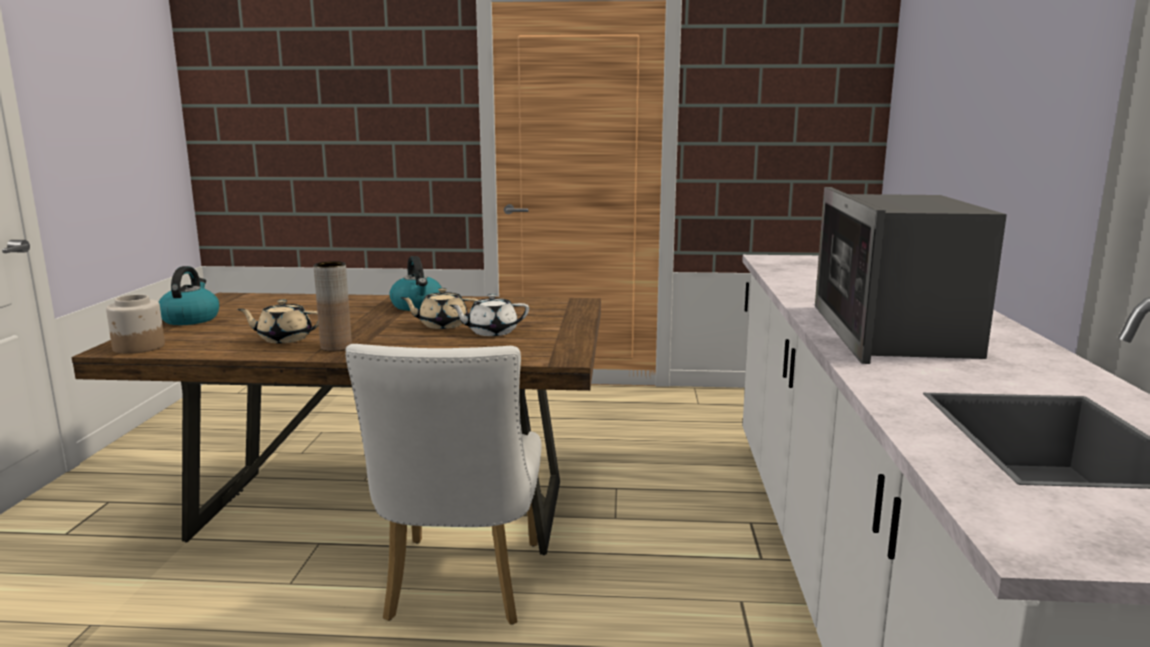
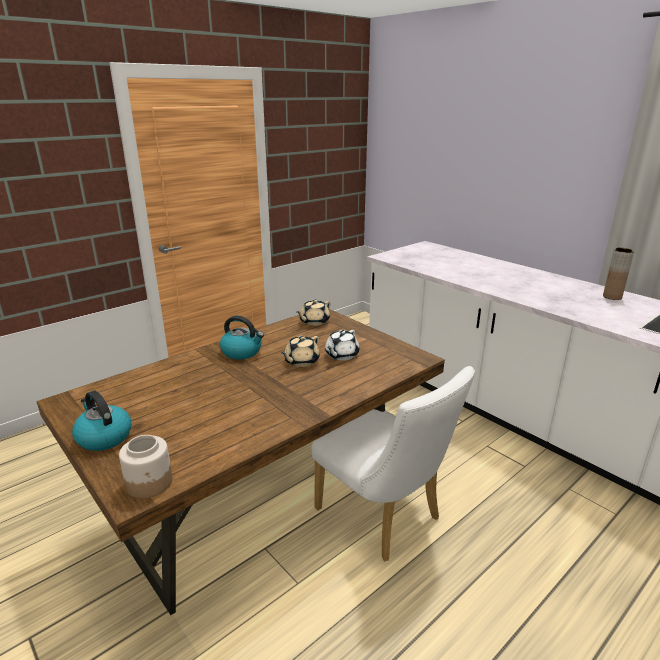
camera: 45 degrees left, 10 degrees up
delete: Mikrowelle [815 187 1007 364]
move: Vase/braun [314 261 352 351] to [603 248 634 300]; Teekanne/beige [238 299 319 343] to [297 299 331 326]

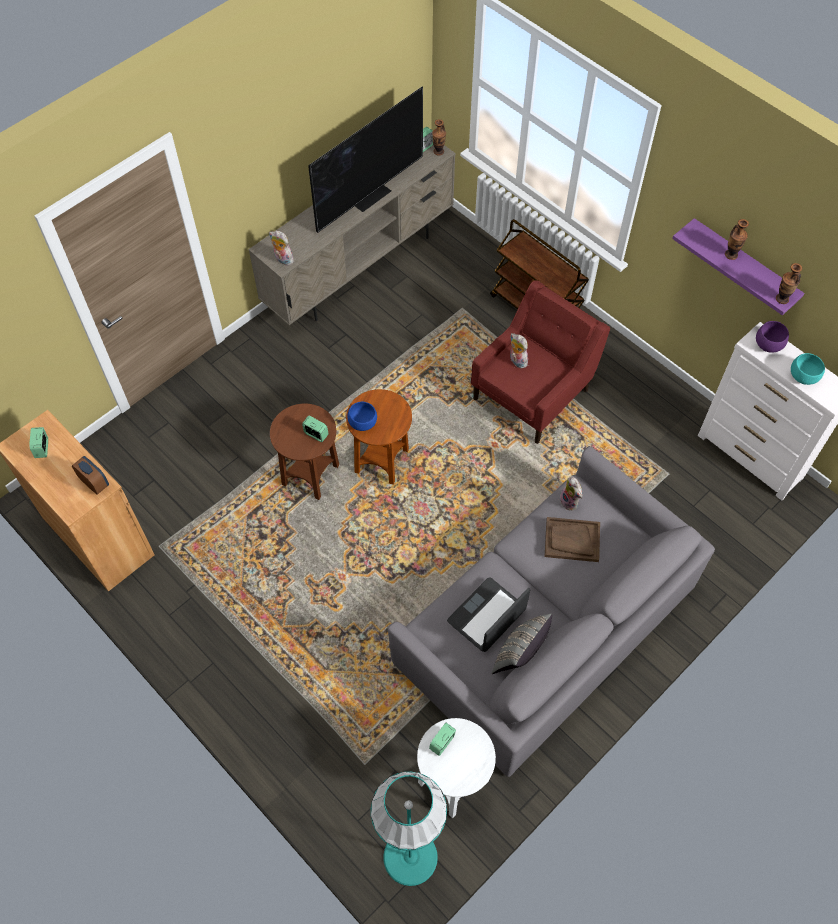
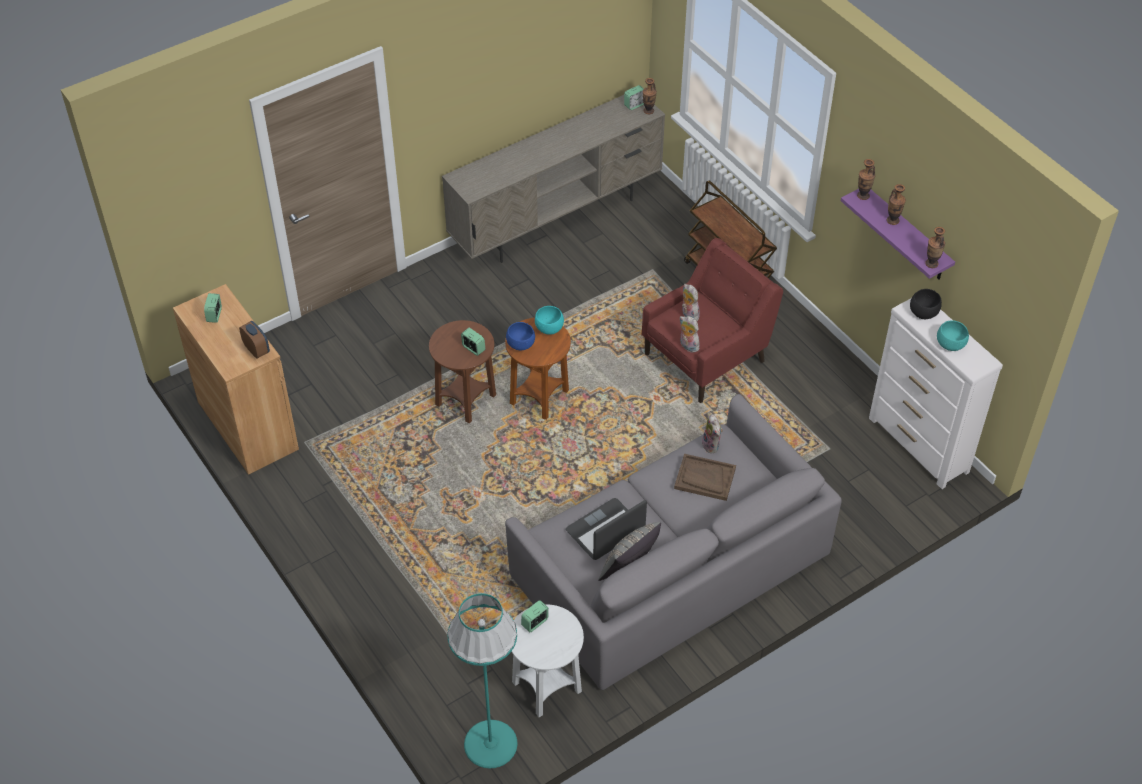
camera: 10 degrees right, 10 degrees down
delete: Fernseher [308 87 423 233]
insert: Vase [857 159 875 200]; Schüssel/türkis [535 306 564 335]
move: Plüschtier [269 231 294 265] to [679 316 700 353]
recolor: Schüssel/lila [756 321 789 353] to Schüssel/schwarz [910 289 942 319]

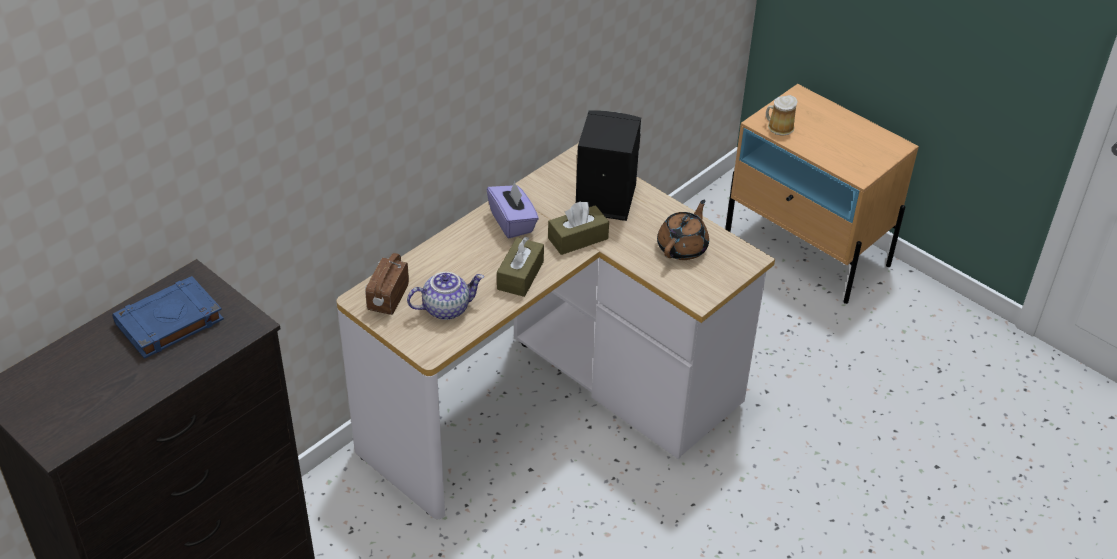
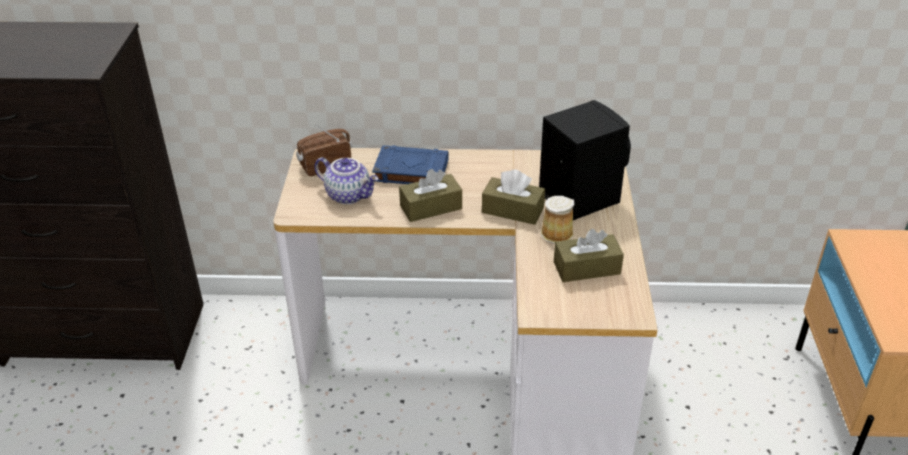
camera: 50 degrees right, 5 degrees down
delete: Taschentuchbox/lila [487 181 539 238]
move: Henkelbecher [766 95 798 136] to [541 196 574 244]; Buch/blau [112 276 224 359] to [372 145 449 184]
replace: Teekanne/braun [657 200 709 260] to Taschentuchbox/braun [554 229 624 282]

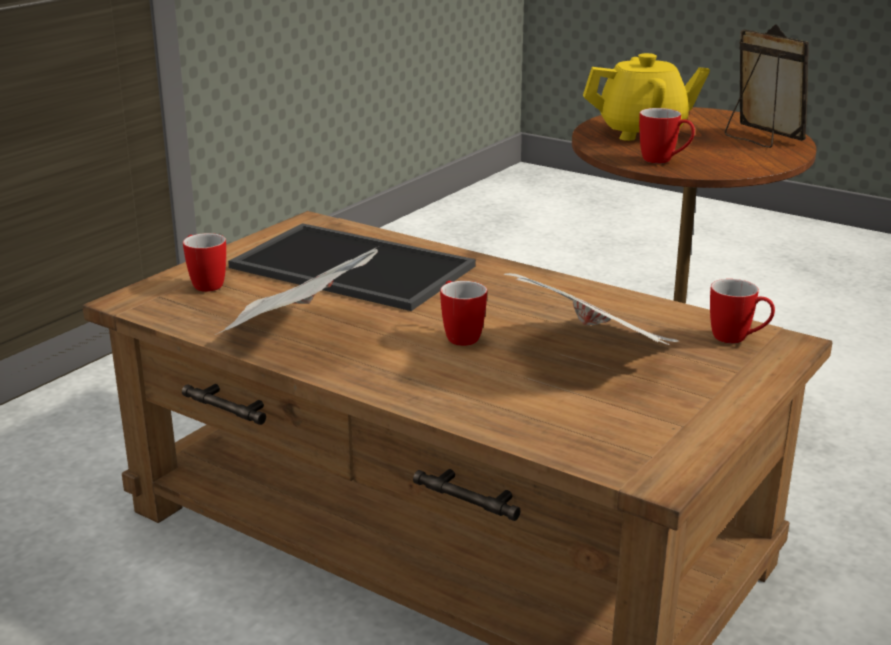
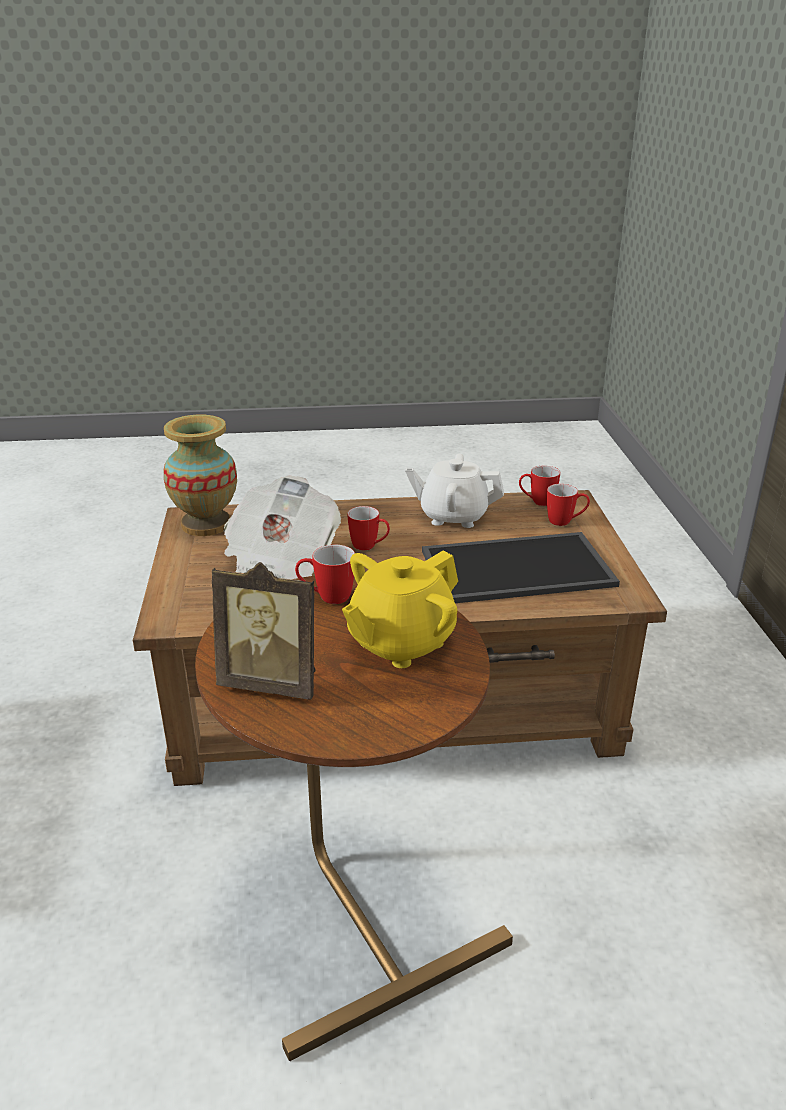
camera: 140 degrees right, 5 degrees up
insert: Vase [164 415 237 536]
move: Henkelbecher [710 279 775 343] to [519 466 560 506]
replace: Zeitung [215 247 378 335] to Teekanne/weiß [405 454 504 528]

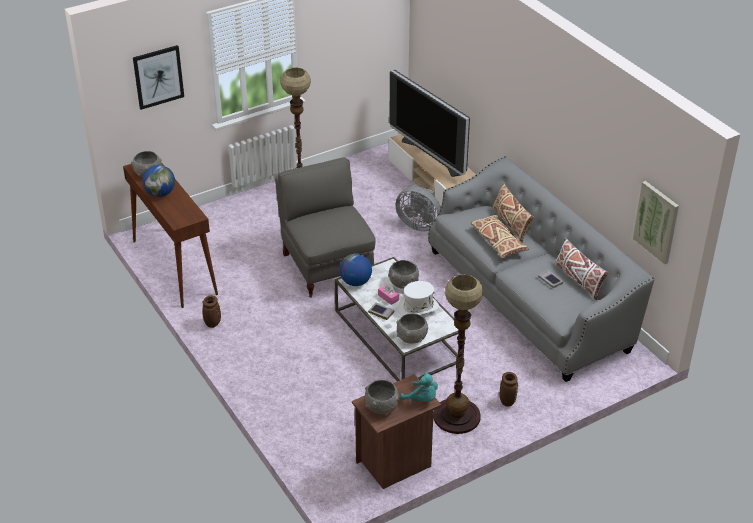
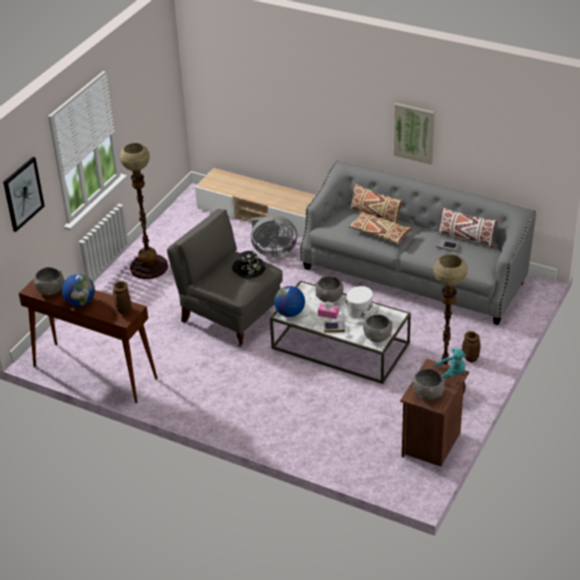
camera: 30 degrees left, 0 degrees up
delete: Fernseher [389 70 470 177]
insert: Hut/schwarz [232 251 266 279]
move: Bild [633 181 679 264] to [394 103 435 165]; Vase/braun [202 295 221 328] to [113 281 131 314]

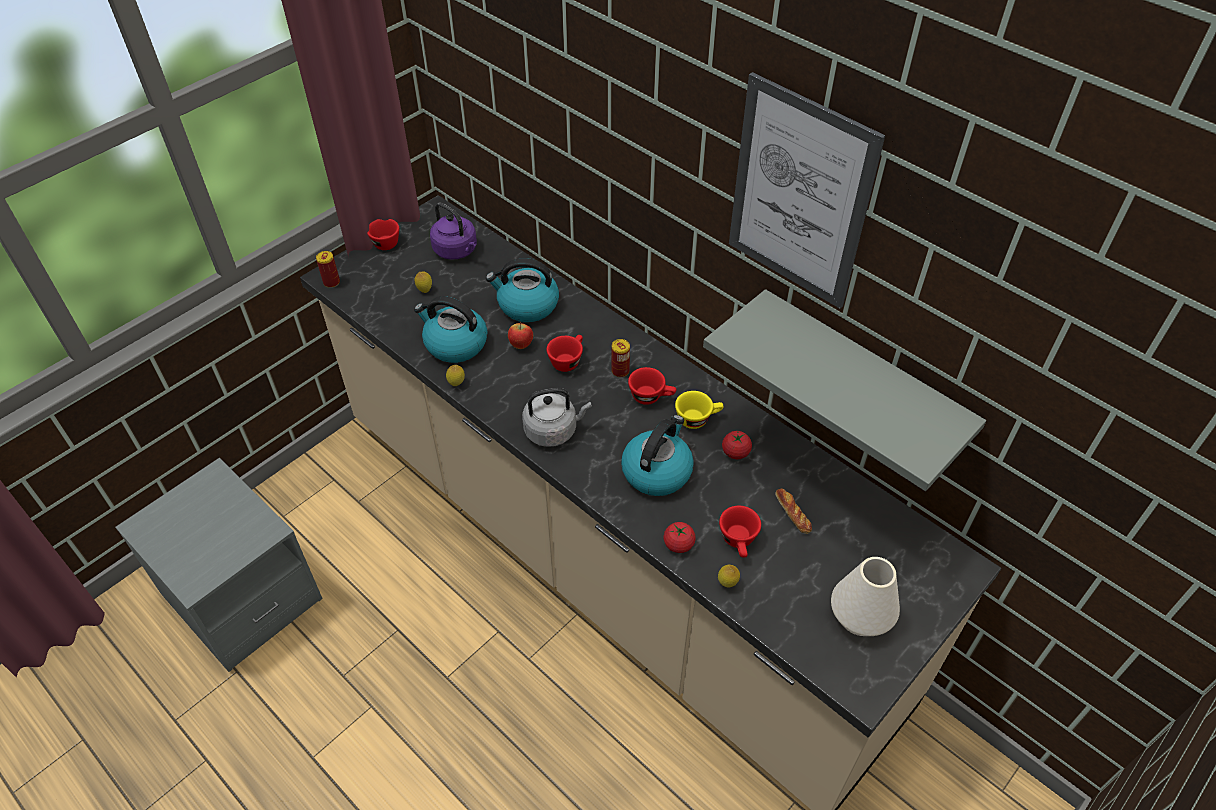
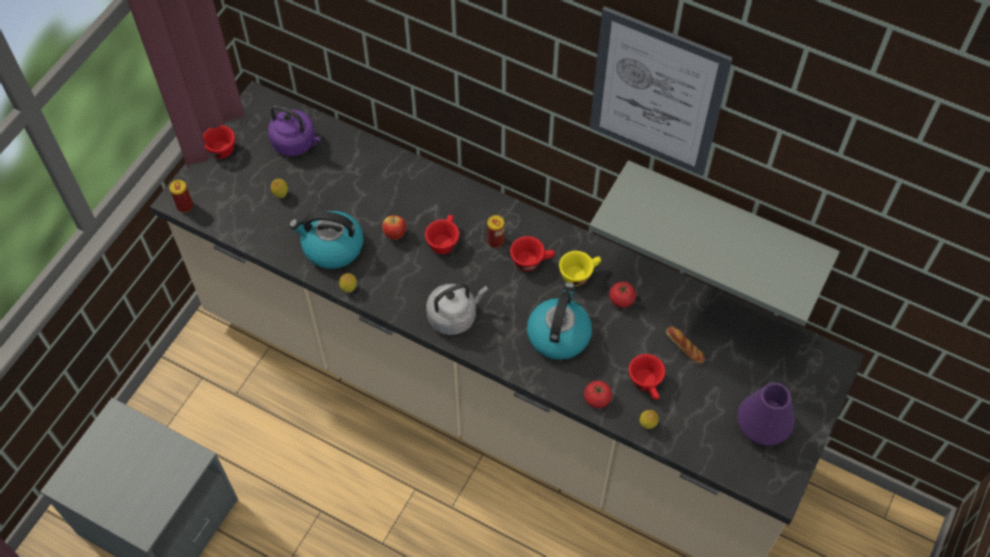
camera: 15 degrees left, 10 degrees up
delete: Wasserkessel [486 258 559 322]
recolor: Vase/weiß [831 557 900 636] to Vase/lila [737 383 795 445]

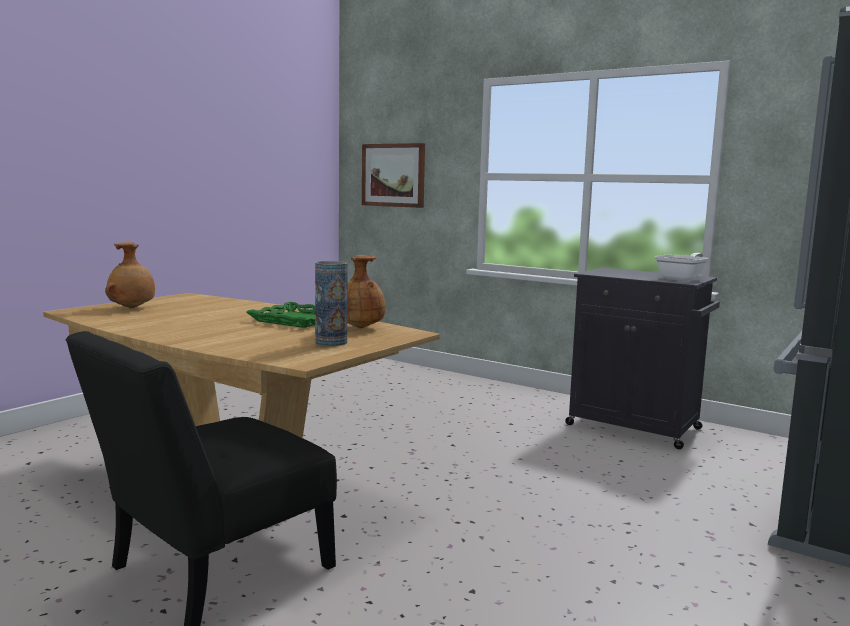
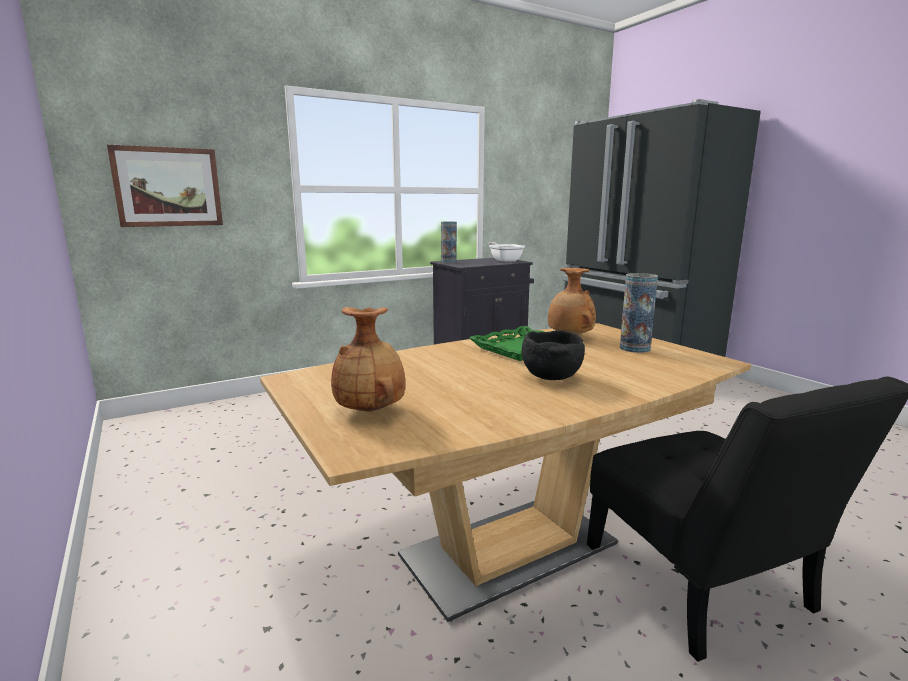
camera: 65 degrees left, 5 degrees up
insert: Vase [441 222 457 263]; Schüssel/schwarz [522 330 585 380]

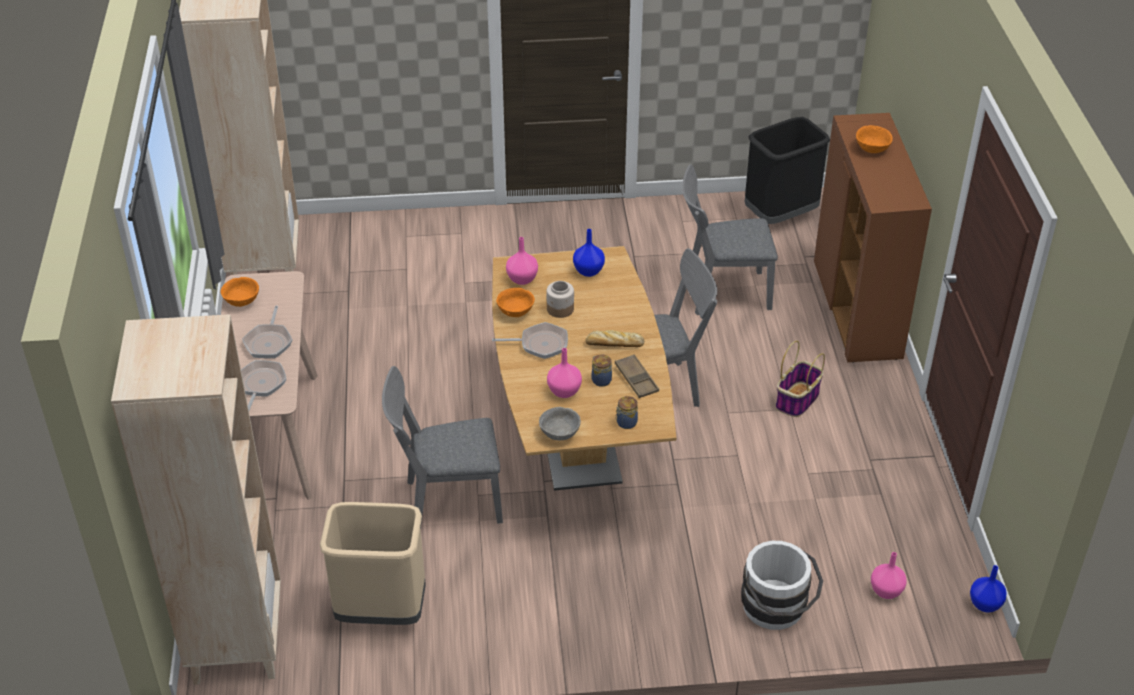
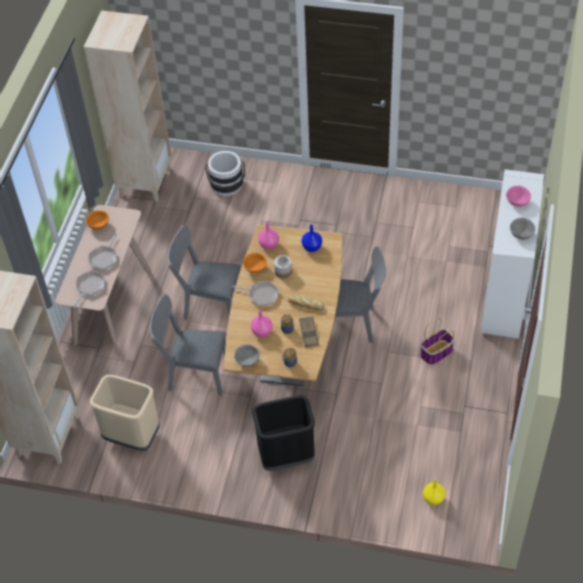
camera: 20 degrees right, 10 degrees up
delete: Vase/blau [970 565 1007 613]
insert: Schüssel/grau [510 218 536 240]
move: Mülleimer/schwarz [745 117 830 224] to [252 395 315 471]; Stuhl/grau [682 164 778 315] to [168 224 241 320]; Eimer/weiß [741 541 823 630] to [205 151 245 196]
recolor: Schrank/braun [814 113 932 363] to Schrank/weiß [481 169 544 339]; Schüssel/orange [856 125 893 153] to Schüssel/rosa [506 186 531 207]; Vase/rosa [871 552 907 599] to Vase/gelb [423 480 445 505]

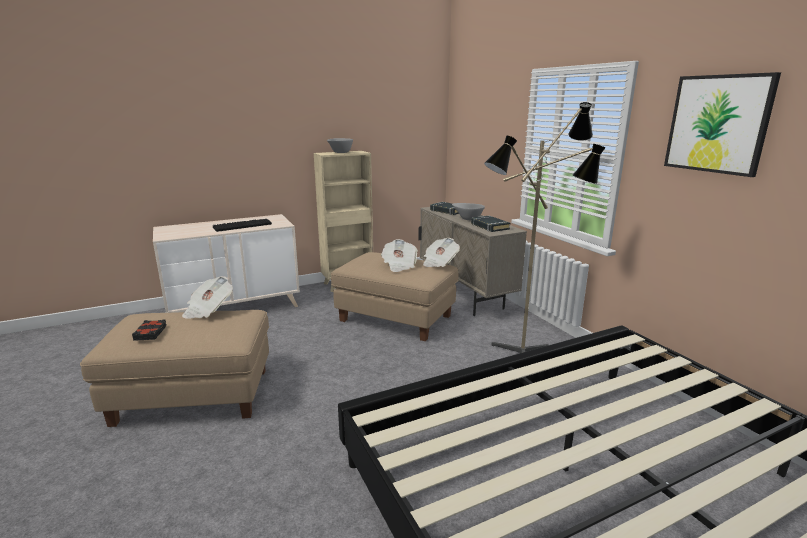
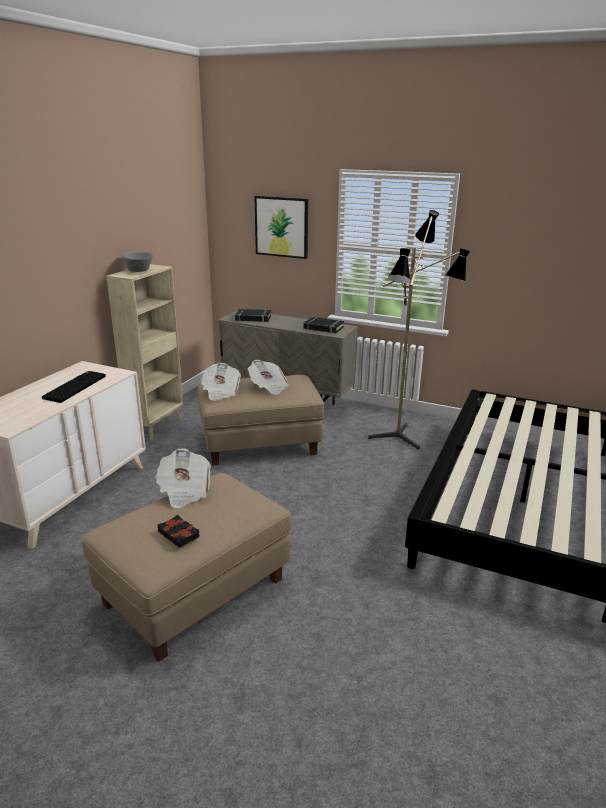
camera: 40 degrees left, 5 degrees up
delete: Schüssel/grau [452 203 485 220]
move: Bild [664 72 781 177] to [254 196 308 259]; Zeitung [423 238 460 267] to [201 363 241 401]

